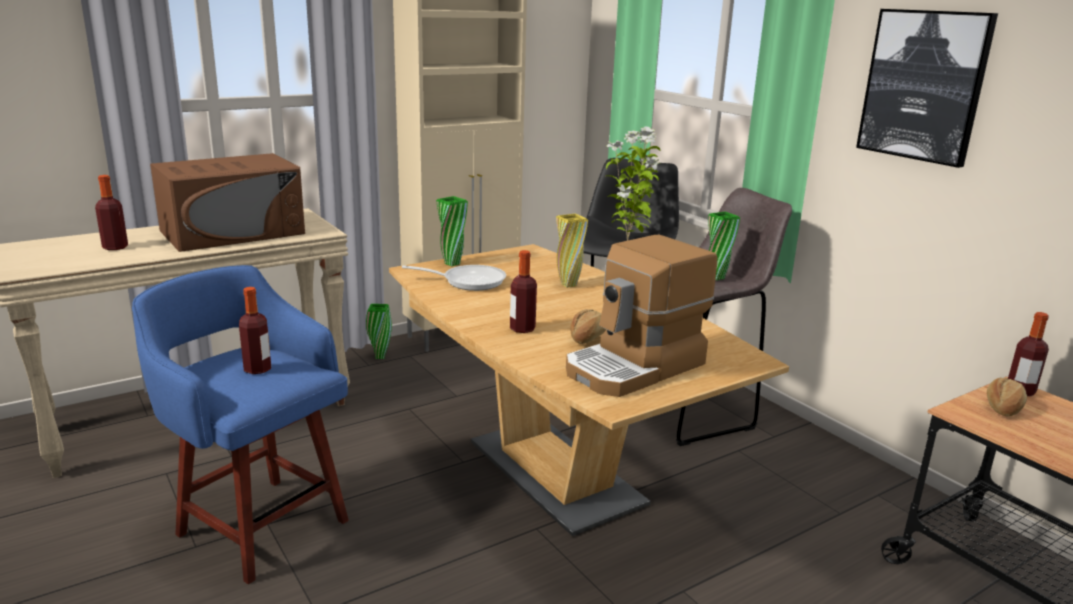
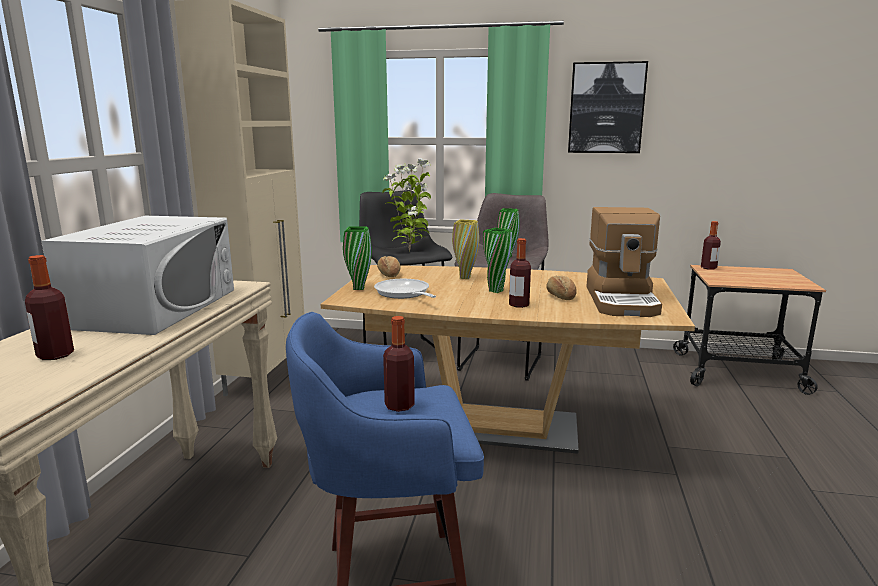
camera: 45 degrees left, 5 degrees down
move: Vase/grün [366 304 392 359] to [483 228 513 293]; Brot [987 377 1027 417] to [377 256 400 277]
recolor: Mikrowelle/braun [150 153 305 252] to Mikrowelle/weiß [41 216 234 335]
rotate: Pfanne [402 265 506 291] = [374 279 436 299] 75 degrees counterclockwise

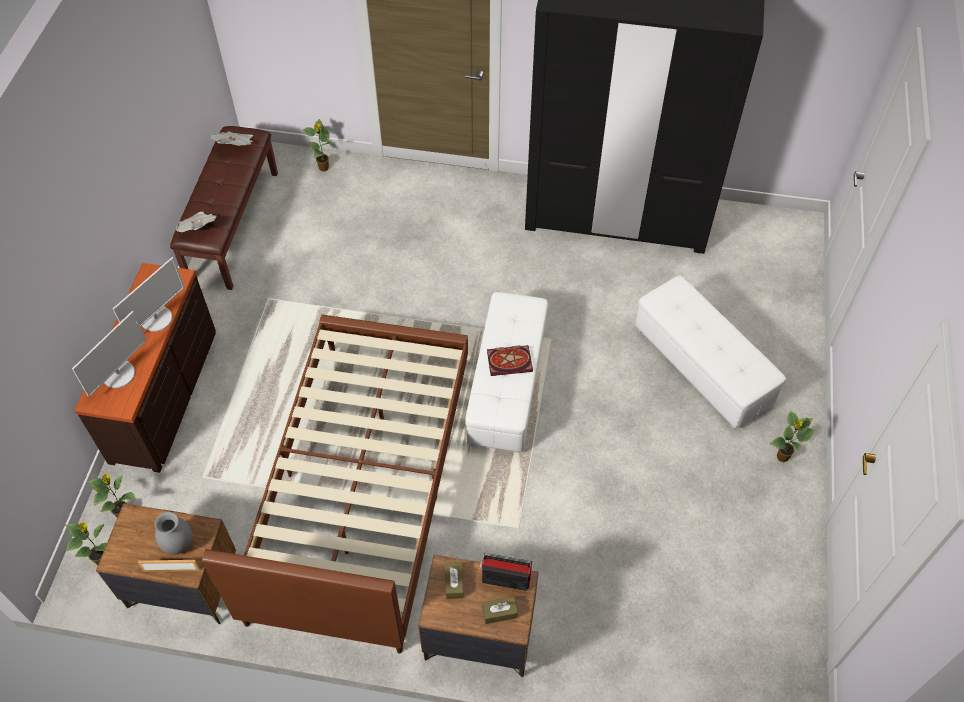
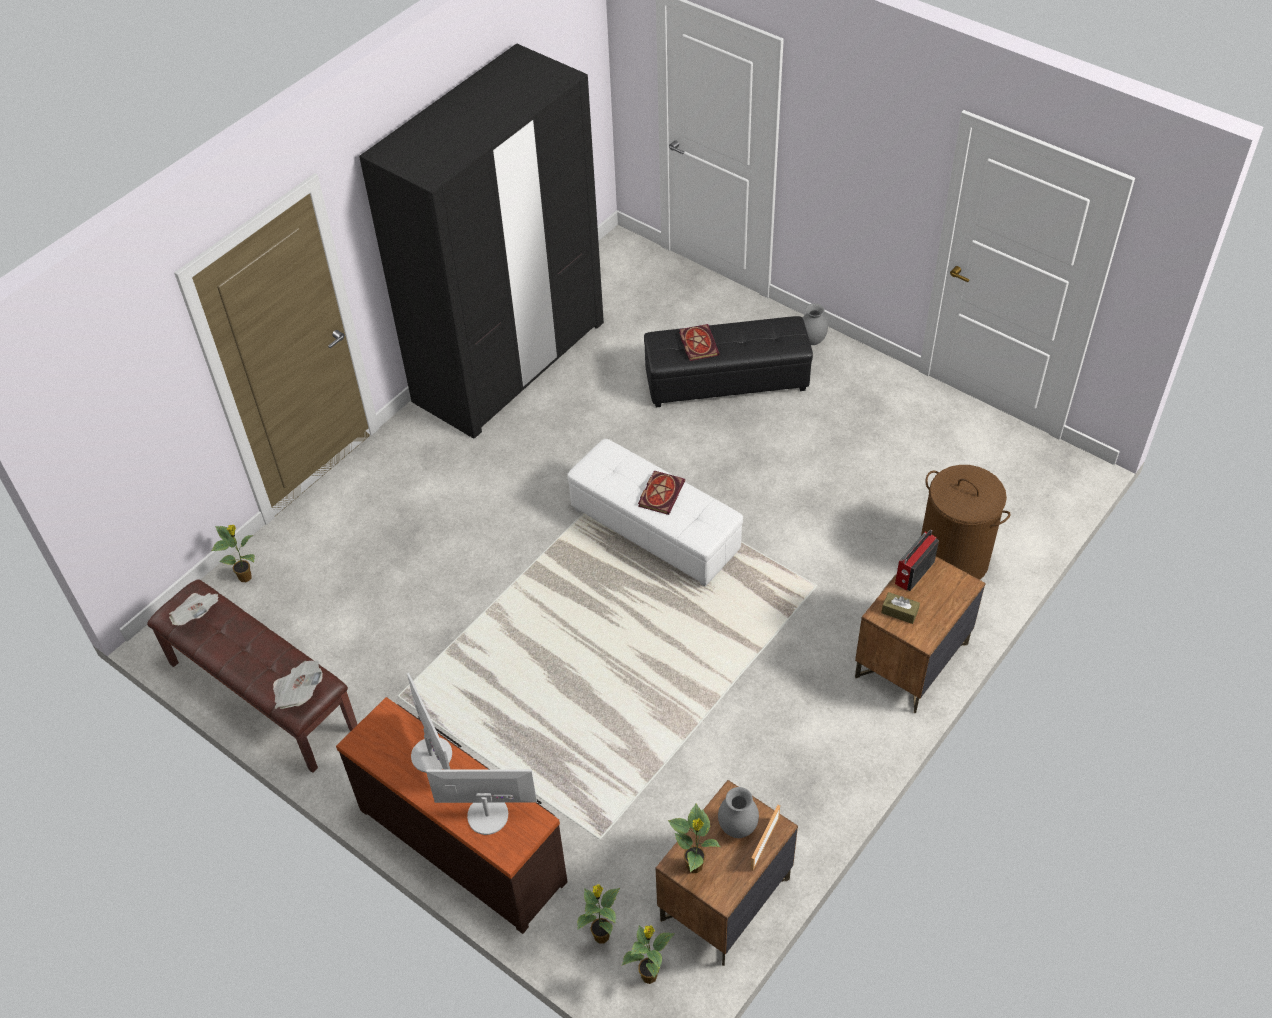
camera: 60 degrees left, 5 degrees down
delete: Bett/braun [202 314 468 653]; Taschentuchbox/braun [482 597 518 624]
insert: Vase/grau [802 303 828 345]; Buch [679 324 719 361]; Wäschekorb/braun [921 465 1010 580]
move: Topfpflanze [770 410 815 462] to [668 804 720 873]
recolor: Polsterhocker/weiß [635 276 786 430] to Polsterhocker/schwarz [644 316 813 407]
rotate: Monitor [72 311 147 397] = [426 769 537 835] 60 degrees counterclockwise

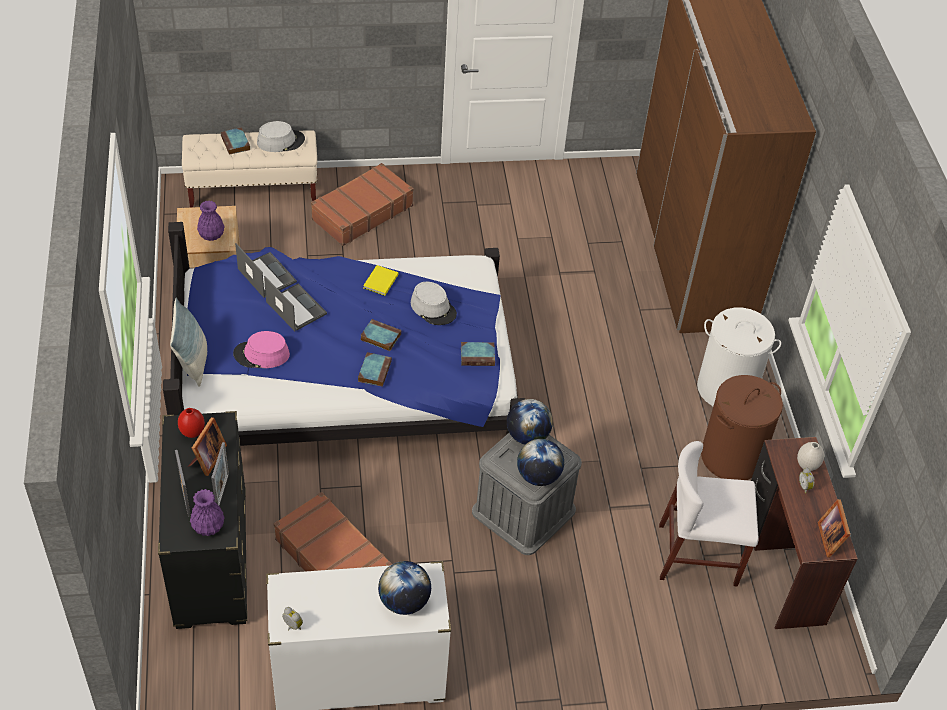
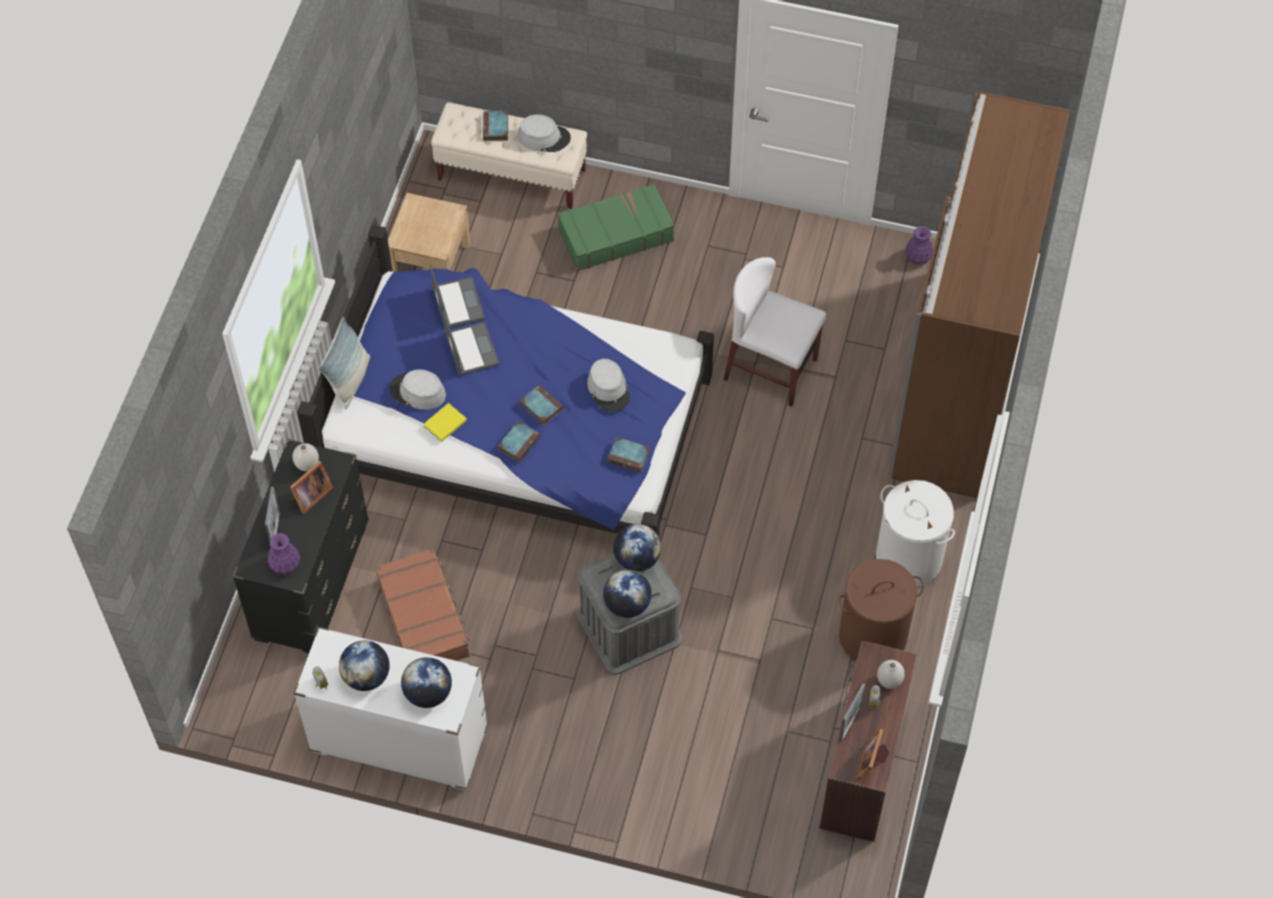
camera: 25 degrees right, 10 degrees up
insert: Globus [339 640 390 691]
move: Vase/lila [197 200 225 241] to [905 226 933 265]; Buch/gelb [363 265 398 296] to [423 403 467 442]; Stuhl/weiß [659 441 758 587] to [724 257 826 407]; Bilderrahmen [211 442 229 506] to [839 683 865 742]
recolor: Koffer/braun [311 163 414 246] to Koffer/grün [558 184 675 271]; Hut/rosa [233 331 290 368] to Hut/grau [390 369 446 410]; Vase/rot [178 408 205 438] to Vase/weiß [293 443 319 471]

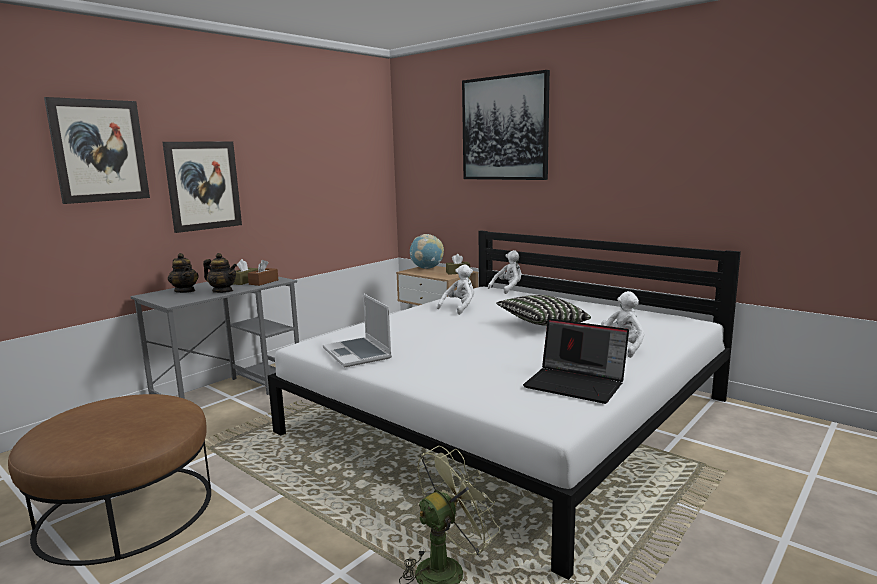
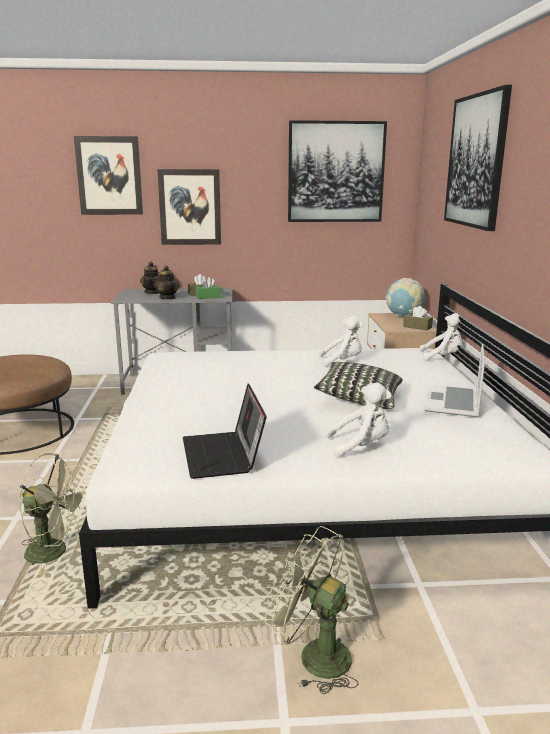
camera: 45 degrees right, 5 degrees up
insert: Bild [288 120 387 222]; Ventilator/grün [265 526 358 694]
move: Laptop [323 293 392 368] to [424 344 485 417]
recolor: Taschentuchbox/braun [248 260 279 286] to Taschentuchbox/grün [195 277 221 299]

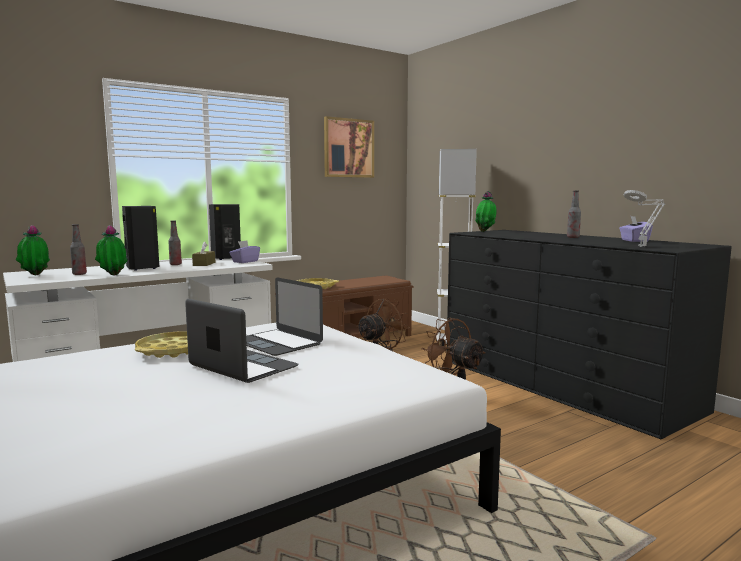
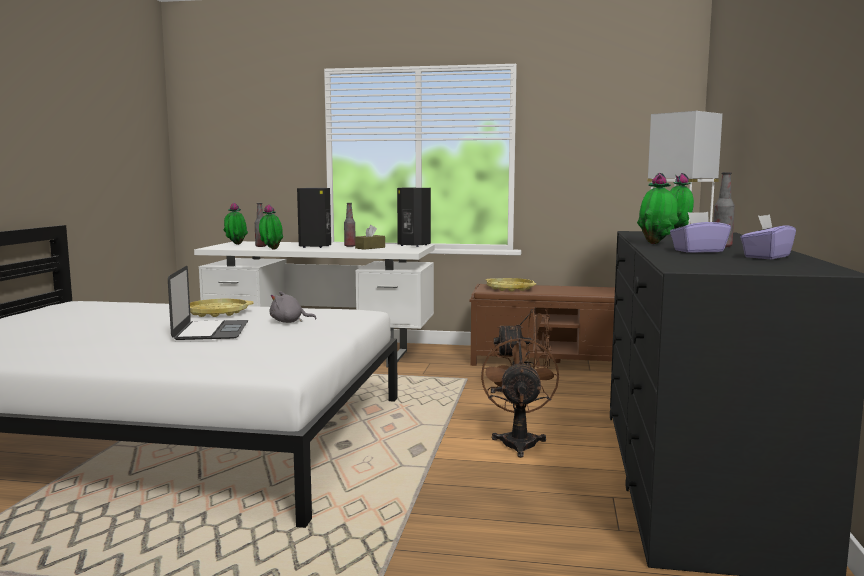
camera: 45 degrees right, 0 degrees up
delete: Bild [324 116 374 178]; Tischlampe/grau [623 190 665 247]
insert: Topfpflanze [637 173 679 244]
move: Taschentuchbox/lila [230 241 260 263] to [670 212 731 253]
replace: Laptop [246 277 323 356] to Plüschtier/grau [270 291 317 323]

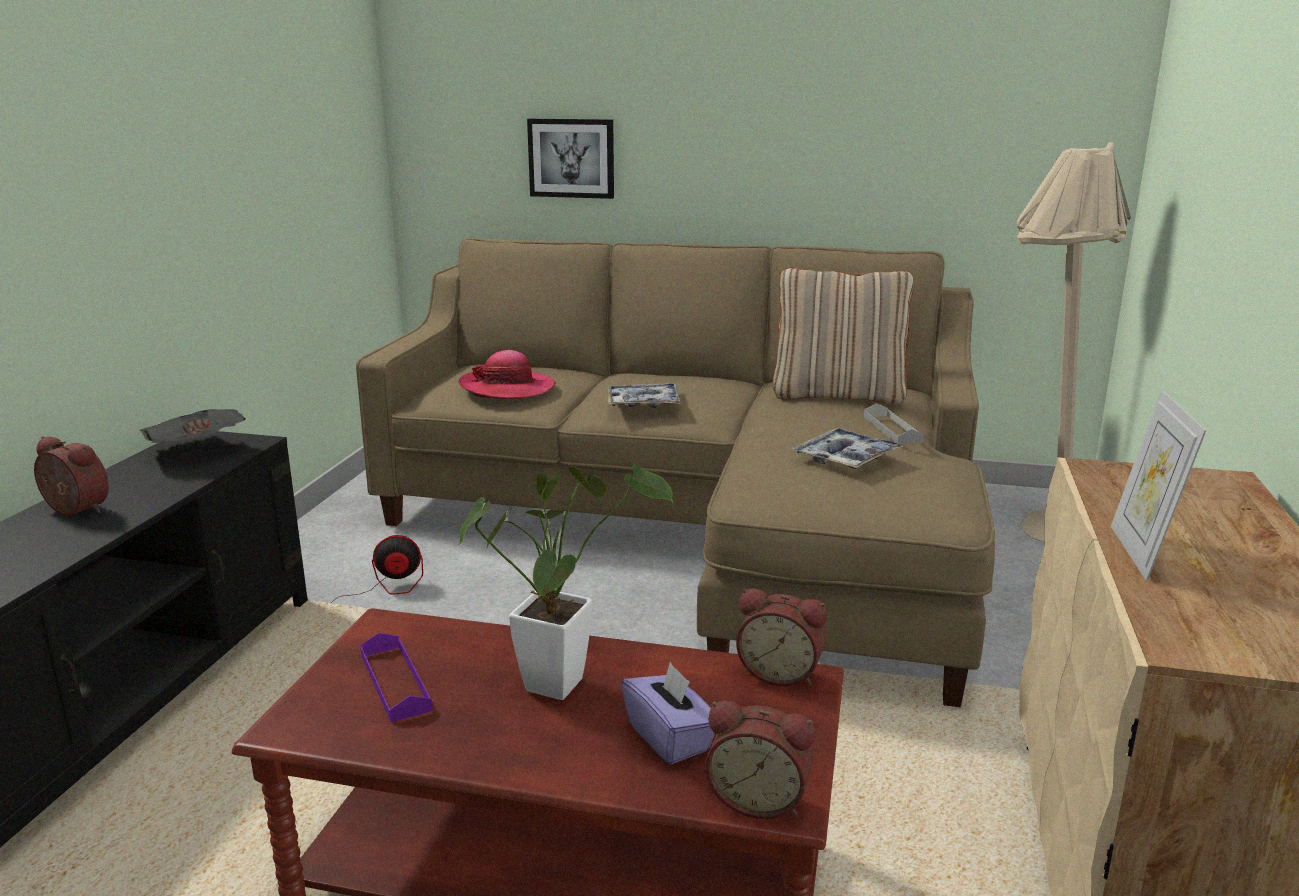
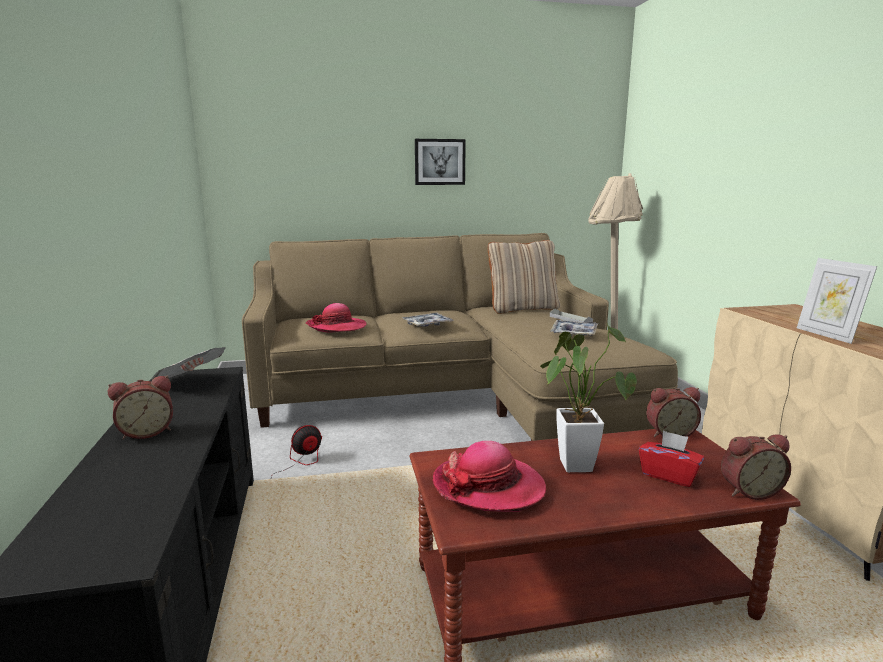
camera: 25 degrees left, 5 degrees down
move: Bild [527 119 614 199] to [415 139 466 185]
replace: Tablett/lila [360 633 433 722] to Hut [433 441 546 512]
recolor: Taschentuchbox/lila [622 662 715 764] to Taschentuchbox/rot [639 430 704 487]
rotate: Wecker [34 436 109 516] = [108 376 173 440] 150 degrees clockwise

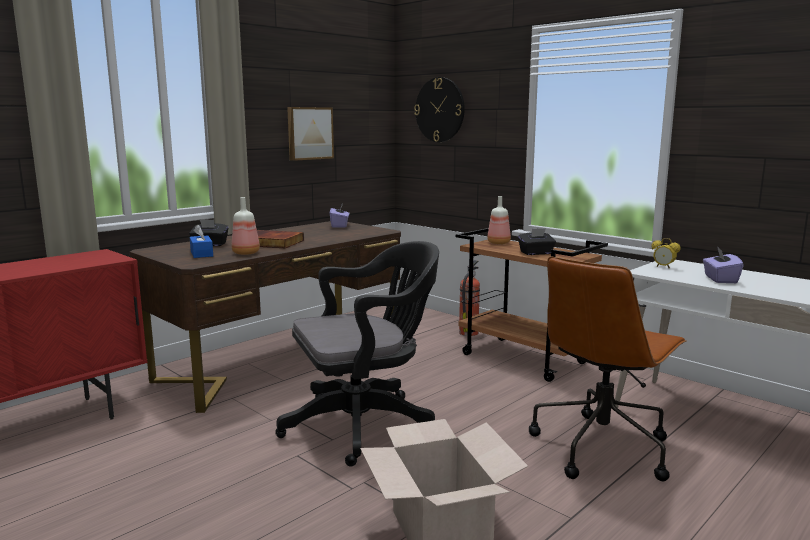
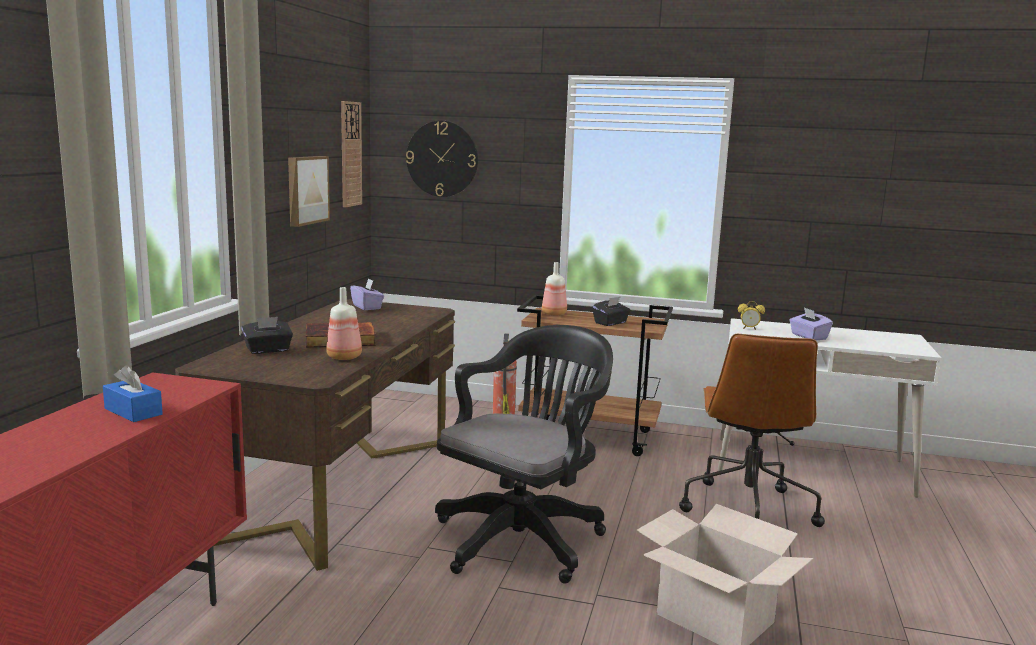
camera: 30 degrees left, 0 degrees up
insert: Wanduhr [341 101 362 207]
move: Taschentuchbox/blau [190 225 213 258] to [103 365 163 422]

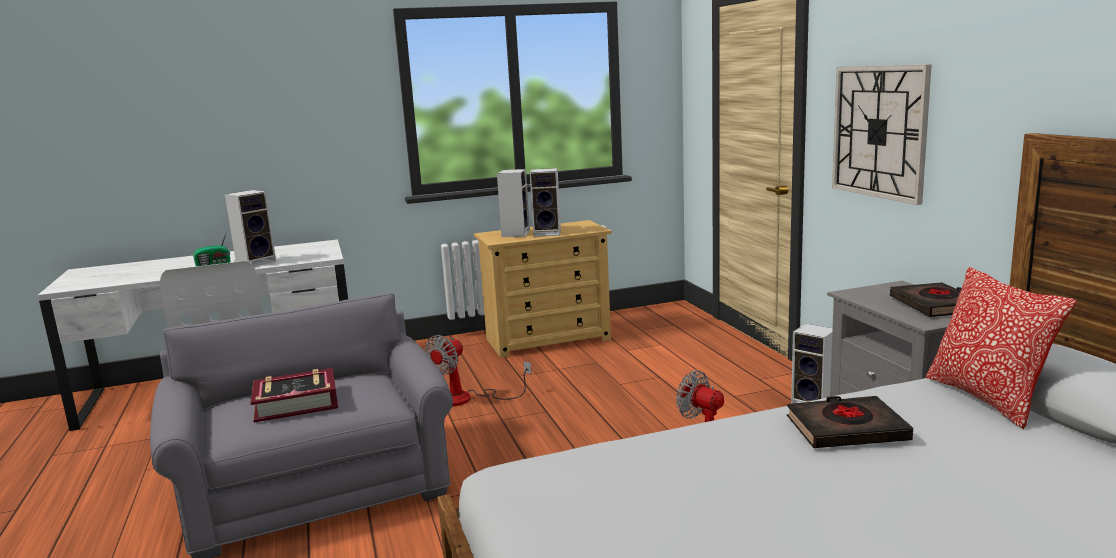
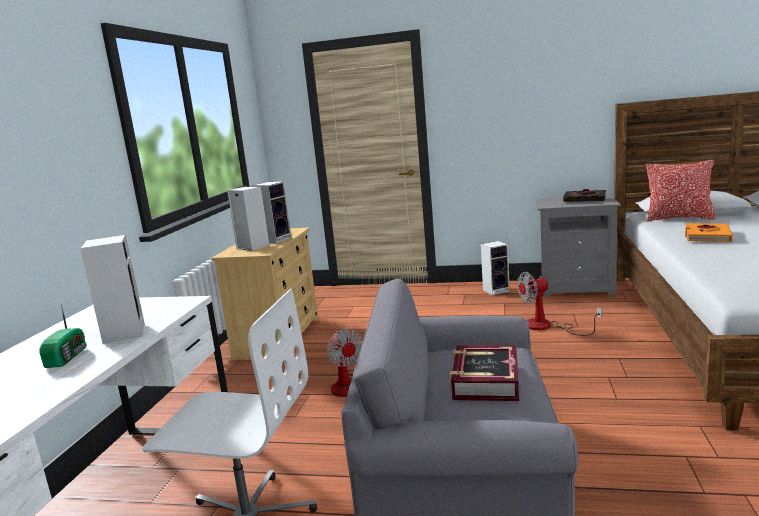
camera: 60 degrees left, 0 degrees up
delete: Wanduhr [832 64 932 205]
recolor: Buch/schwarz [787 396 913 448] to Buch/orange [685 223 733 242]

